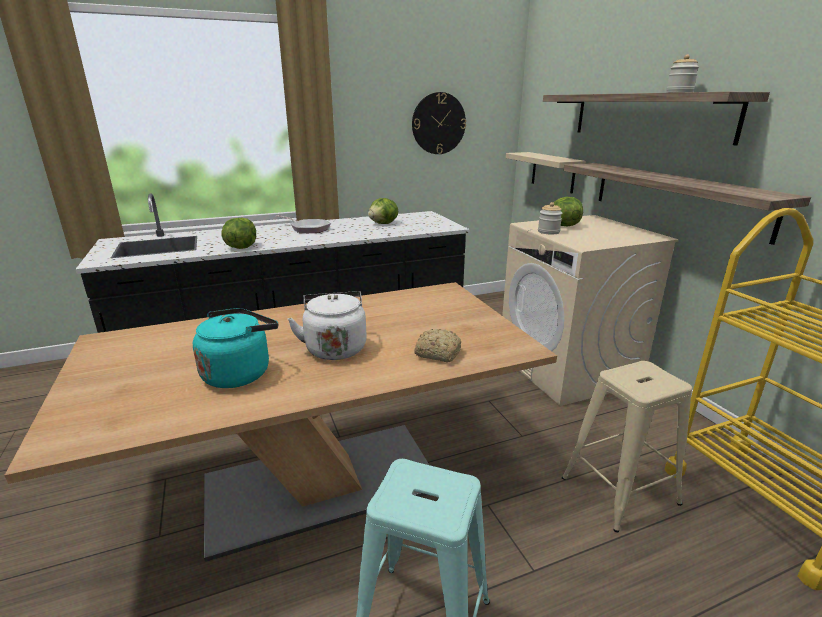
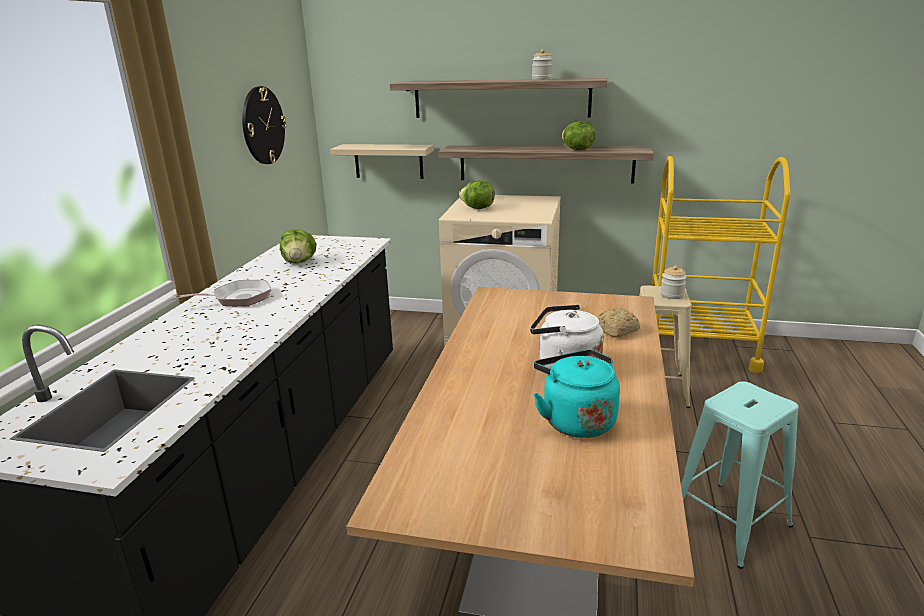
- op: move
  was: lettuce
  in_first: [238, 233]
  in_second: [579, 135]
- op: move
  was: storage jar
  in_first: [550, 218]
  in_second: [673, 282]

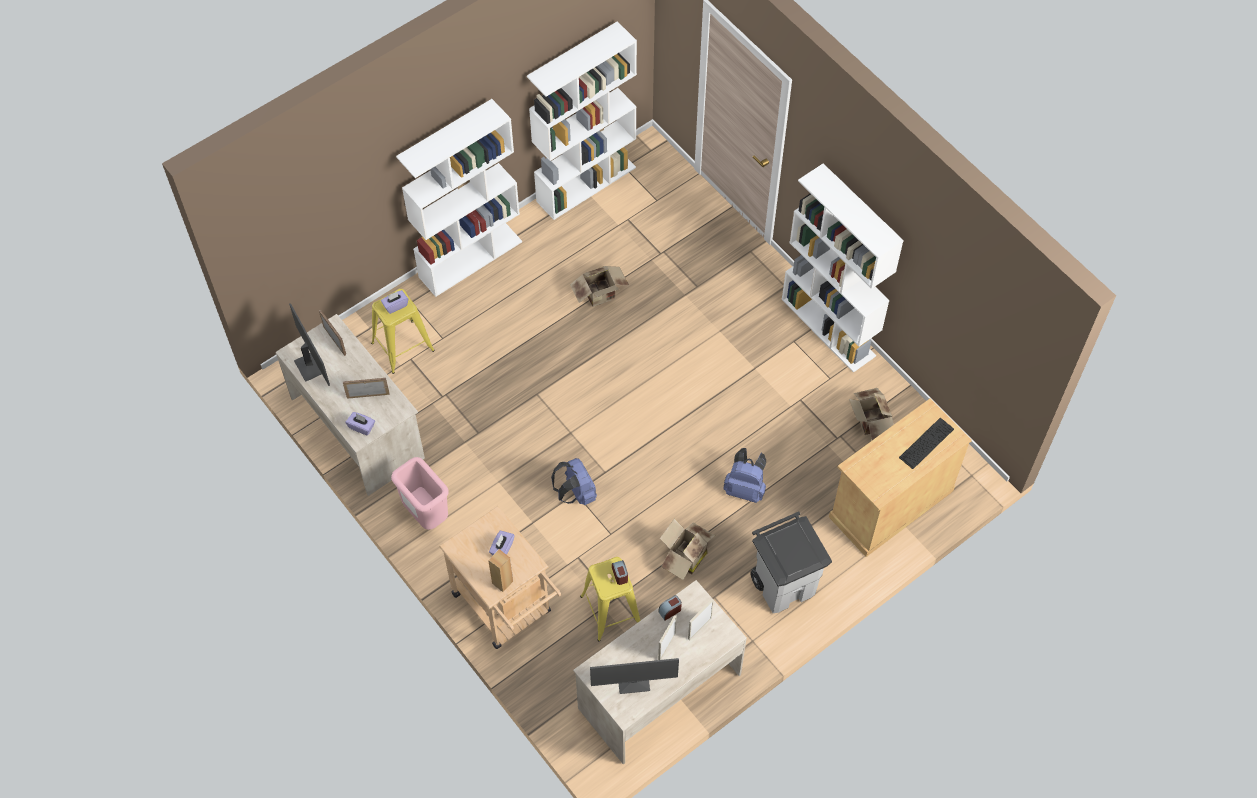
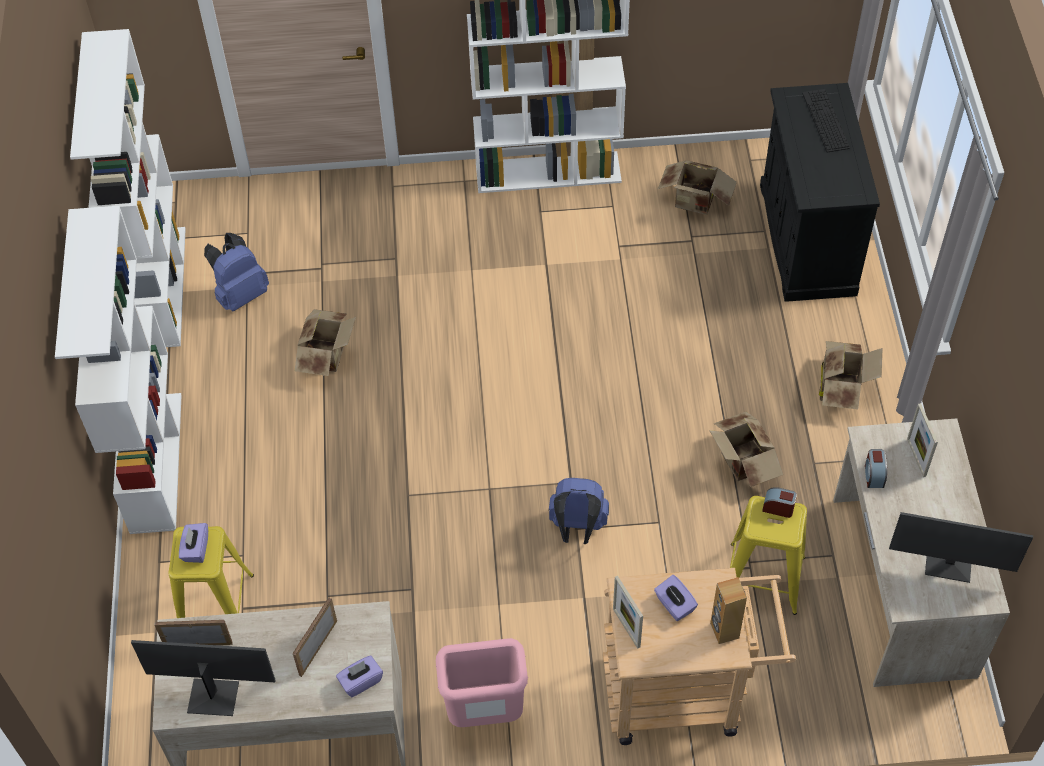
- op: move
  was: picture frame
  in_first: [667, 637]
  in_second: [628, 612]
- op: move
  was: bluish backpack
  in_first: [744, 475]
  in_second: [236, 272]
- op: replace
  was: gray rubbish bin
  now: packing box
  in_first: [791, 562]
  in_second: [851, 375]
- op: recolor
  was: beige-coloured storage cabinet
  now: black storage cabinet
  in_first: [900, 477]
  in_second: [820, 192]
- op: rotate
  was: computer display
  in_first: [634, 676]
  in_second: [961, 547]
  clockwise: 75

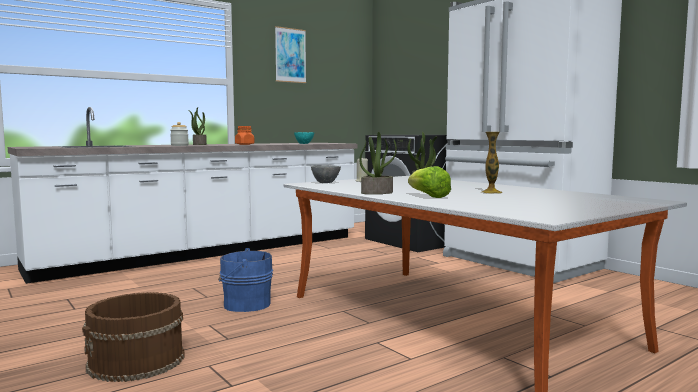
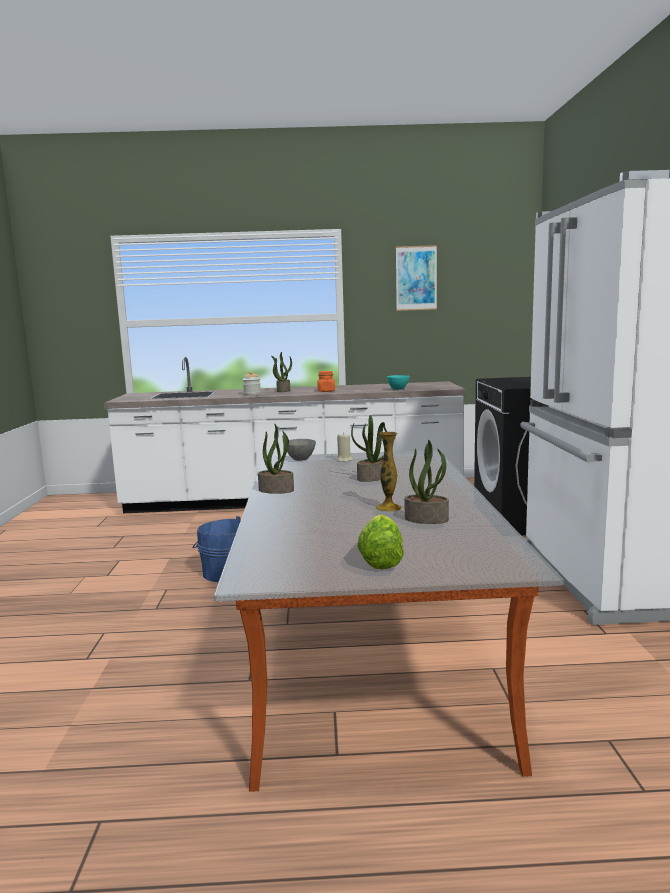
- op: delete
  was: brownish water bucket
  in_first: [133, 337]
- op: insert
  now: houseplant
  in_second: [426, 482]
- op: move
  was: lettuce
  in_first: [429, 182]
  in_second: [380, 542]

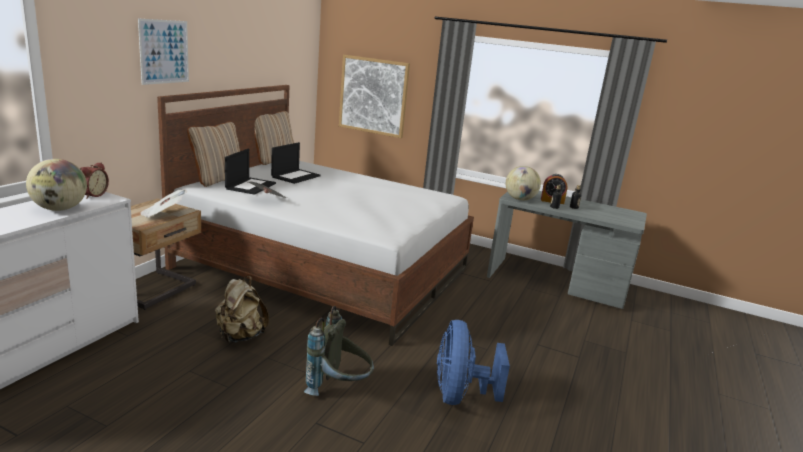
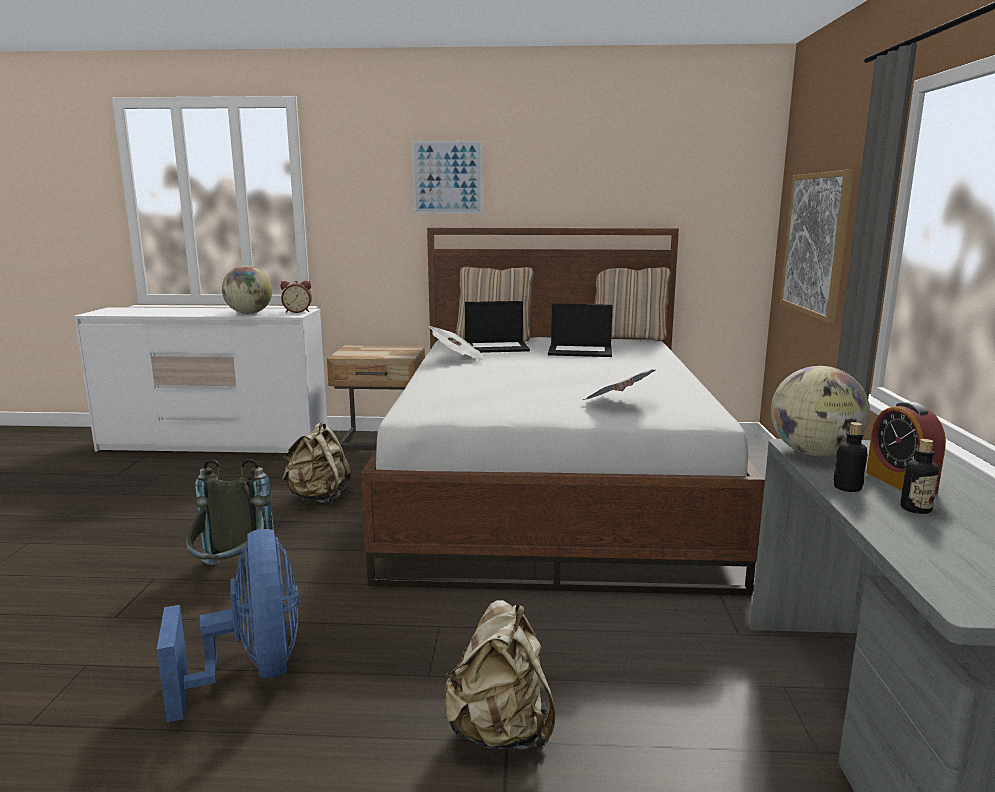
- op: insert
  now: beige-coloured backpack
  in_second: [500, 675]
- op: move
  was: newspaper
  in_first: [163, 204]
  in_second: [619, 384]
- op: rotate
  was: bluish cooling fan
  in_first: [473, 362]
  in_second: [228, 625]
  clockwise: 90

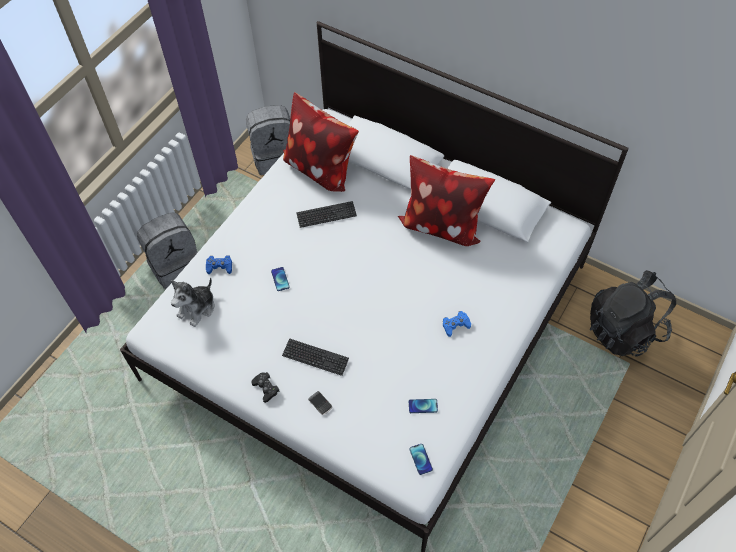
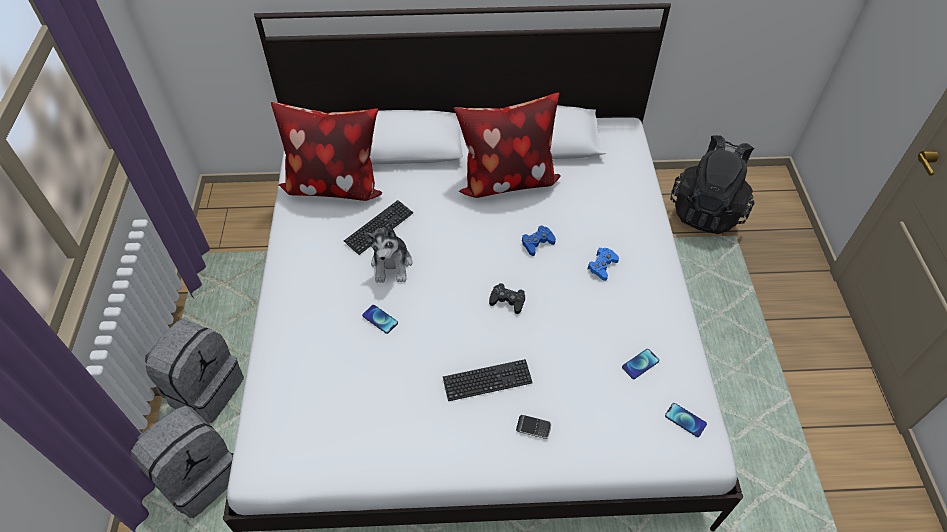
- op: move
  was: soft toy
  in_first: [192, 302]
  in_second: [388, 253]
- op: move
  was: bluish gamepad
  in_first: [219, 264]
  in_second: [539, 240]
- op: move
  was: gray backpack
  in_first: [268, 140]
  in_second: [182, 462]
- op: move
  was: black gamepad
  in_first: [265, 387]
  in_second: [507, 298]

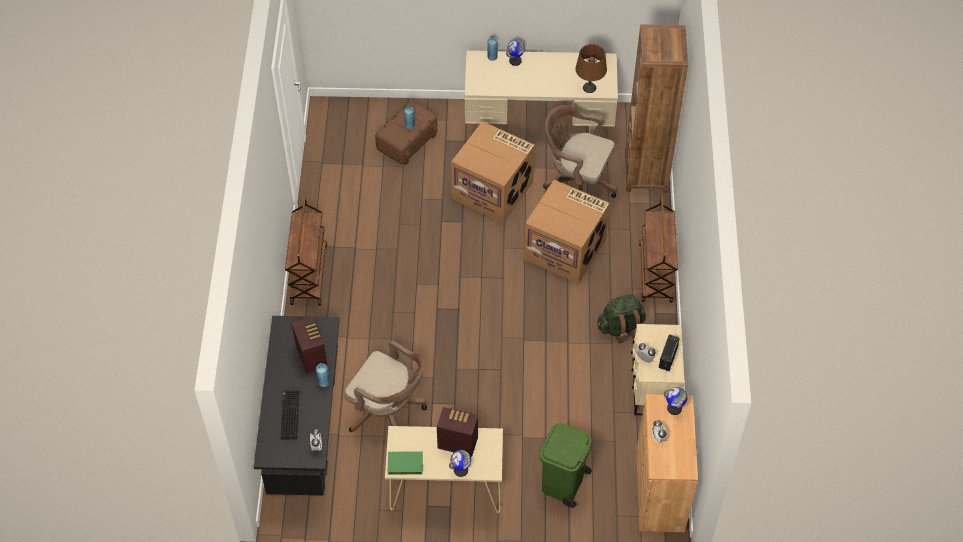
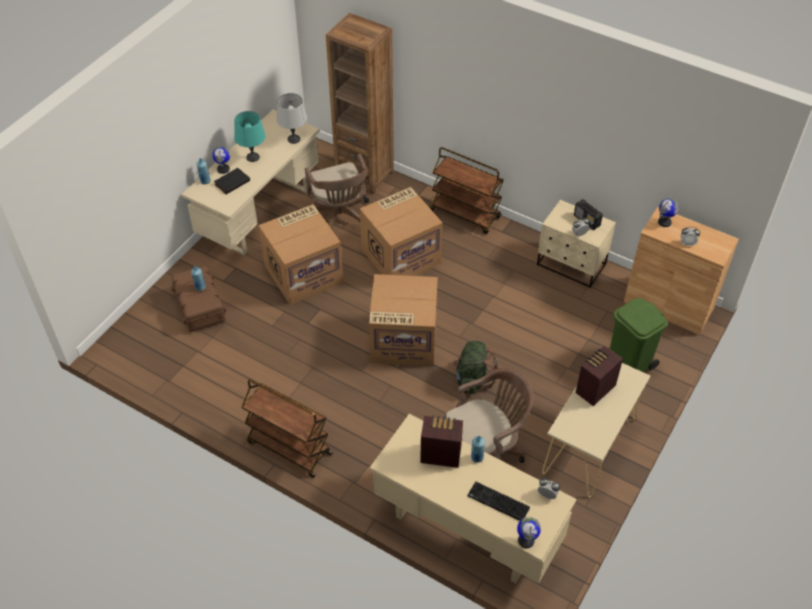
- op: delete
  was: green-coloured bound book
  in_first: [405, 463]
- op: insert
  now: black bound book
  in_second: [232, 181]
- op: insert
  now: turquoise tabletop lamp
  in_second: [249, 136]
- op: insert
  now: packing box
  in_second: [403, 320]
- op: move
  was: globe
  in_first: [460, 463]
  in_second: [529, 532]
- op: move
  was: green-coloured backpack
  in_first: [621, 319]
  in_second: [475, 367]
- op: recolor
  was: black desk table
  now: beige-coloured desk table
  in_first: [297, 406]
  in_second: [473, 499]
- op: recolor
  was: brownish tabletop lamp
  now: gray tabletop lamp
  in_first: [591, 68]
  in_second: [291, 118]
- op: rotate
  was: brownish computer chair
  in_first: [580, 151]
  in_second: [337, 191]
  clockwise: -75

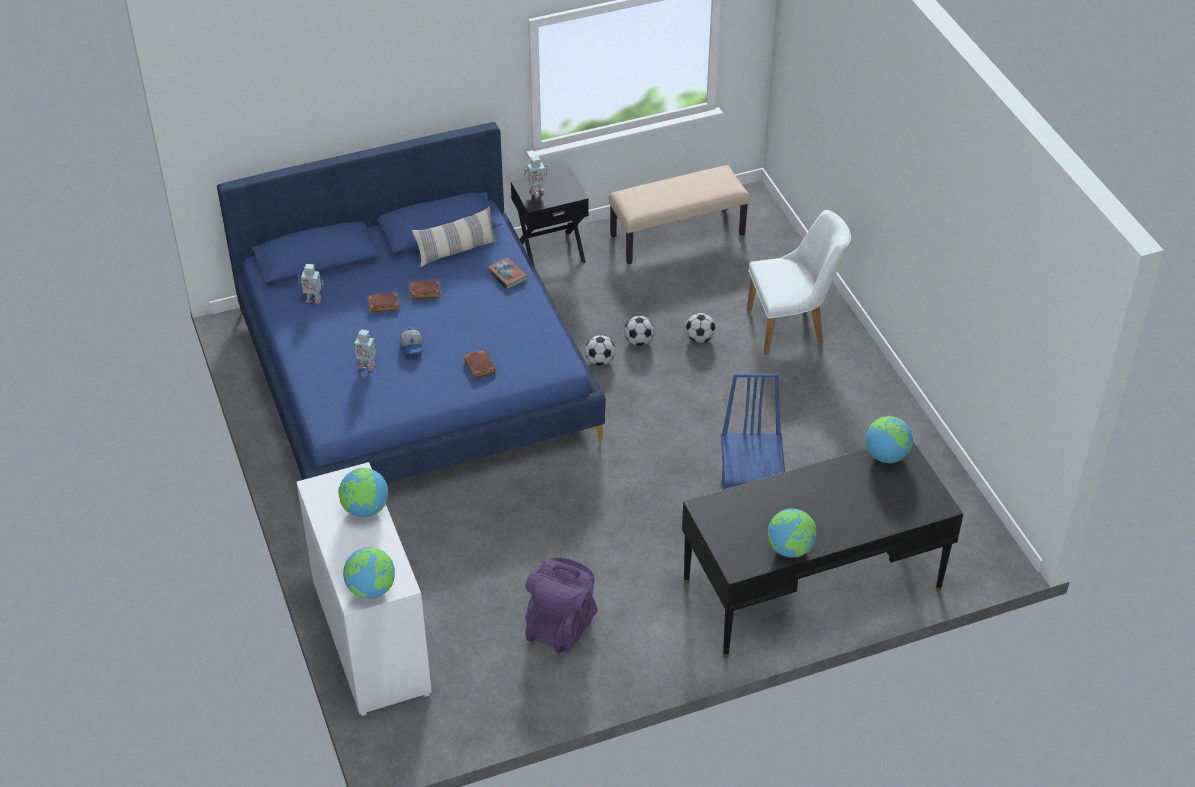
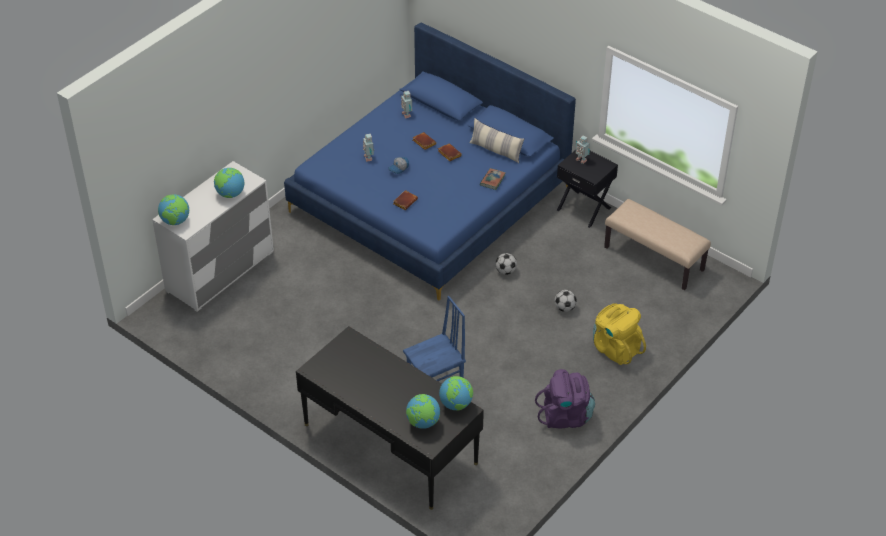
- op: delete
  was: football ball
  in_first: [639, 331]
- op: move
  was: purple-coloured backpack
  in_first: [561, 605]
  in_second: [565, 398]
- op: move
  was: globe
  in_first: [792, 533]
  in_second: [423, 411]
- op: replace
  was: whitish upright chair
  now: yellow backpack
  in_first: [799, 282]
  in_second: [619, 334]

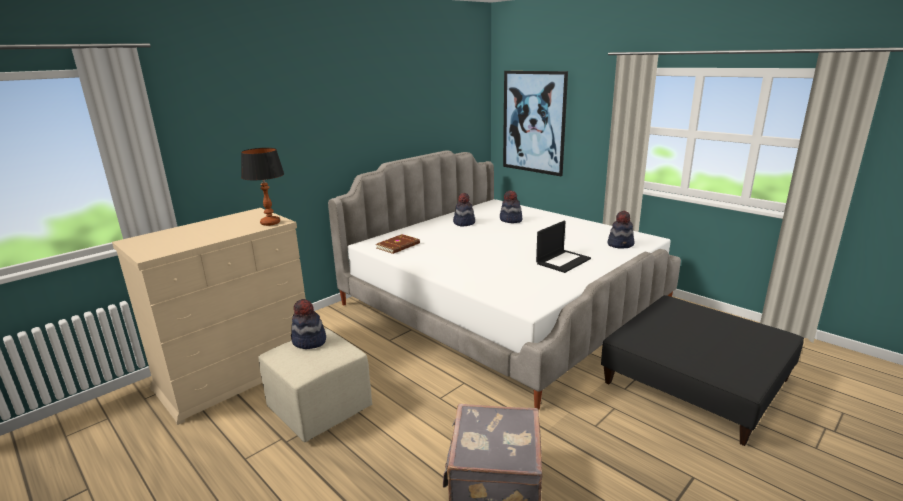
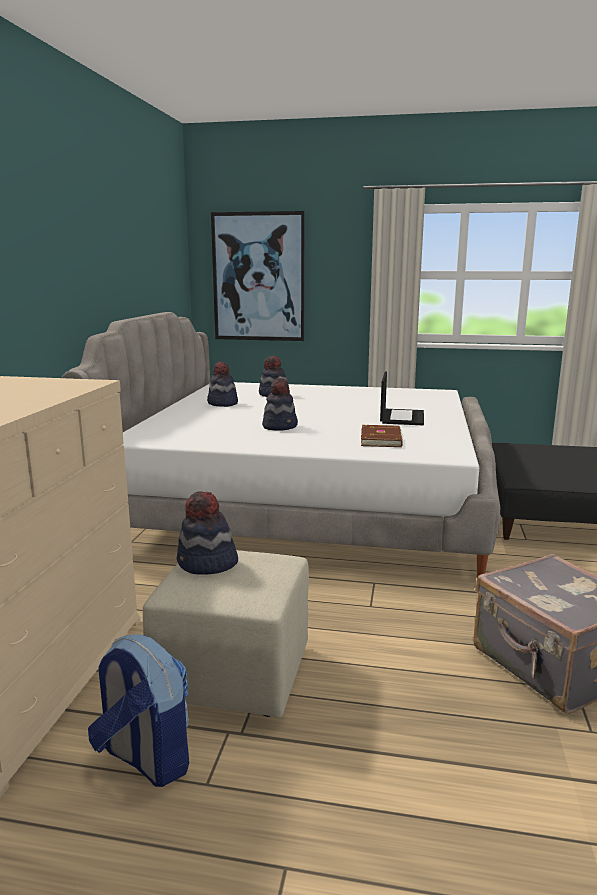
- op: delete
  was: tabletop lamp
  in_first: [262, 187]
- op: insert
  now: backpack
  in_second: [138, 710]
- op: move
  was: brownish bound book
  in_first: [398, 244]
  in_second: [382, 436]
- op: move
  was: clothing hat
  in_first: [621, 230]
  in_second: [280, 404]

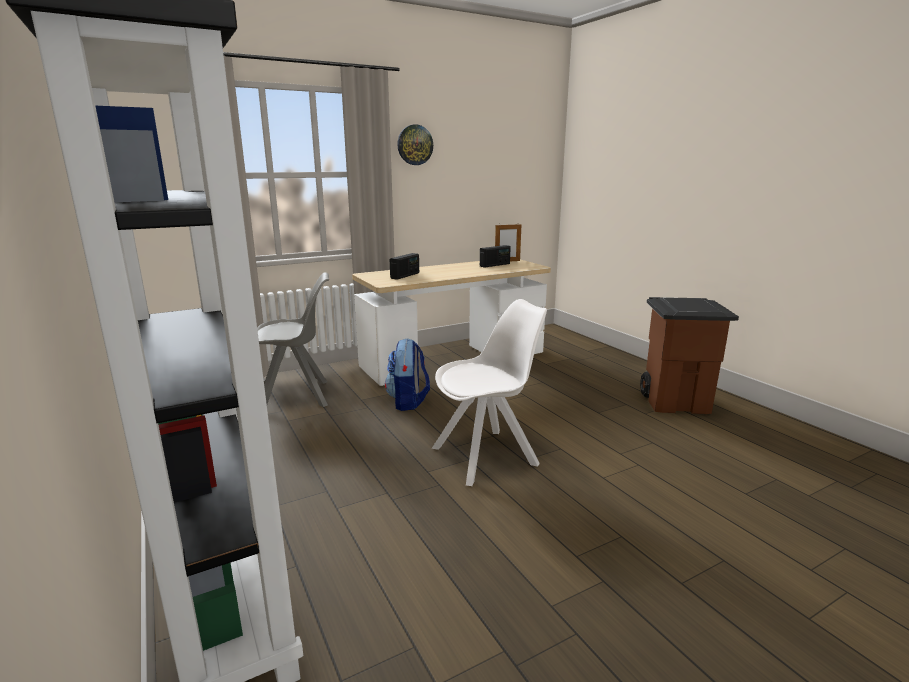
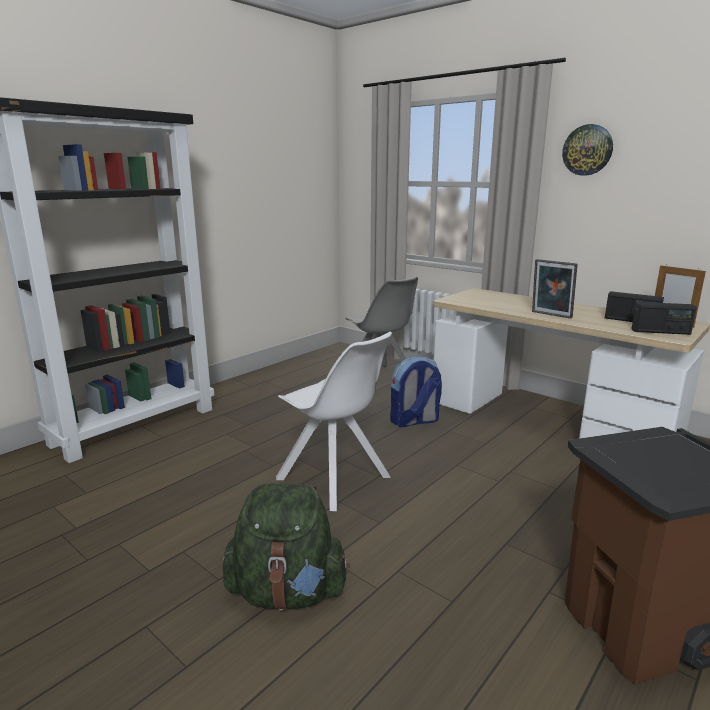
- op: insert
  now: green-coloured backpack
  in_second: [286, 546]
- op: insert
  now: picture frame
  in_second: [555, 289]
- op: move
  was: radio
  in_first: [404, 266]
  in_second: [664, 318]

